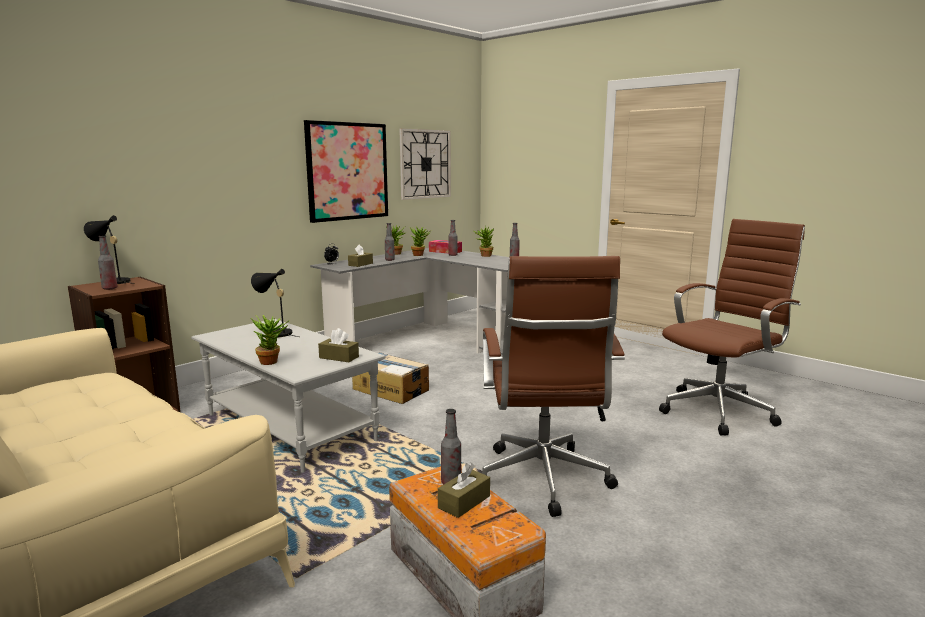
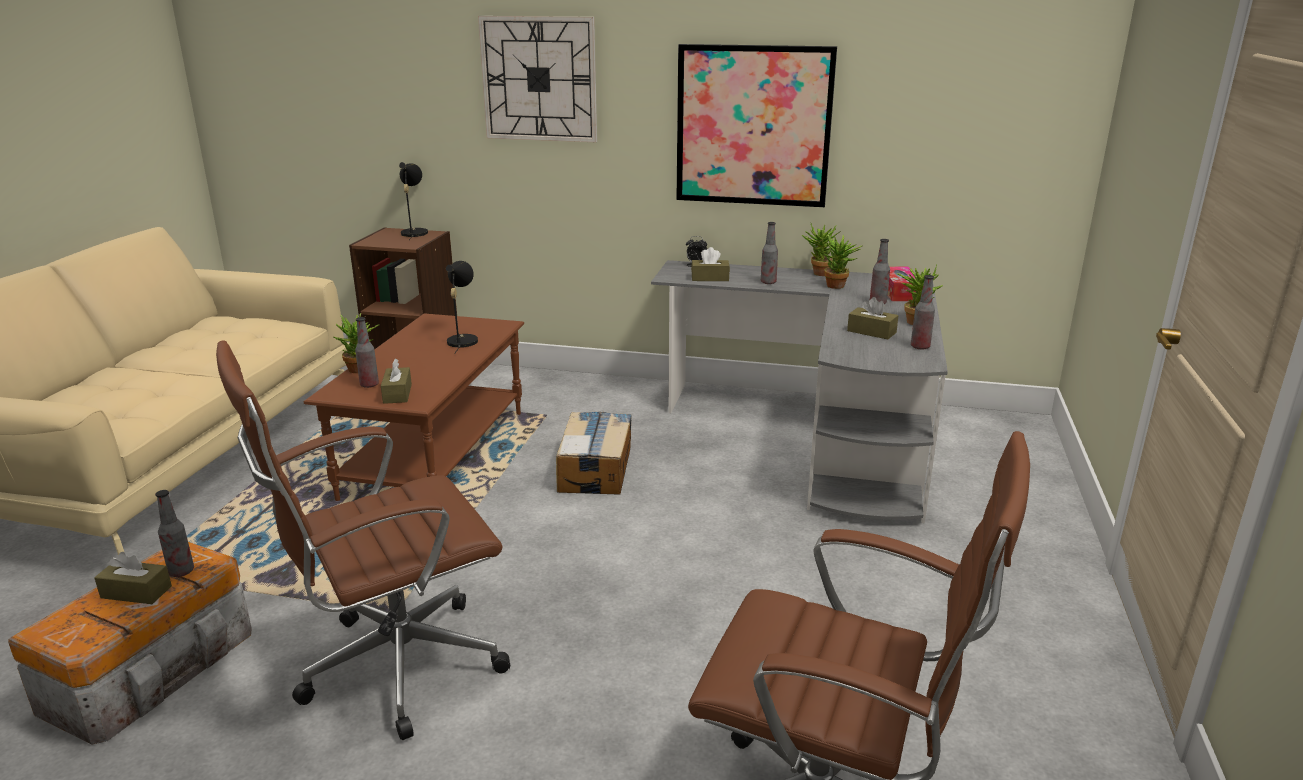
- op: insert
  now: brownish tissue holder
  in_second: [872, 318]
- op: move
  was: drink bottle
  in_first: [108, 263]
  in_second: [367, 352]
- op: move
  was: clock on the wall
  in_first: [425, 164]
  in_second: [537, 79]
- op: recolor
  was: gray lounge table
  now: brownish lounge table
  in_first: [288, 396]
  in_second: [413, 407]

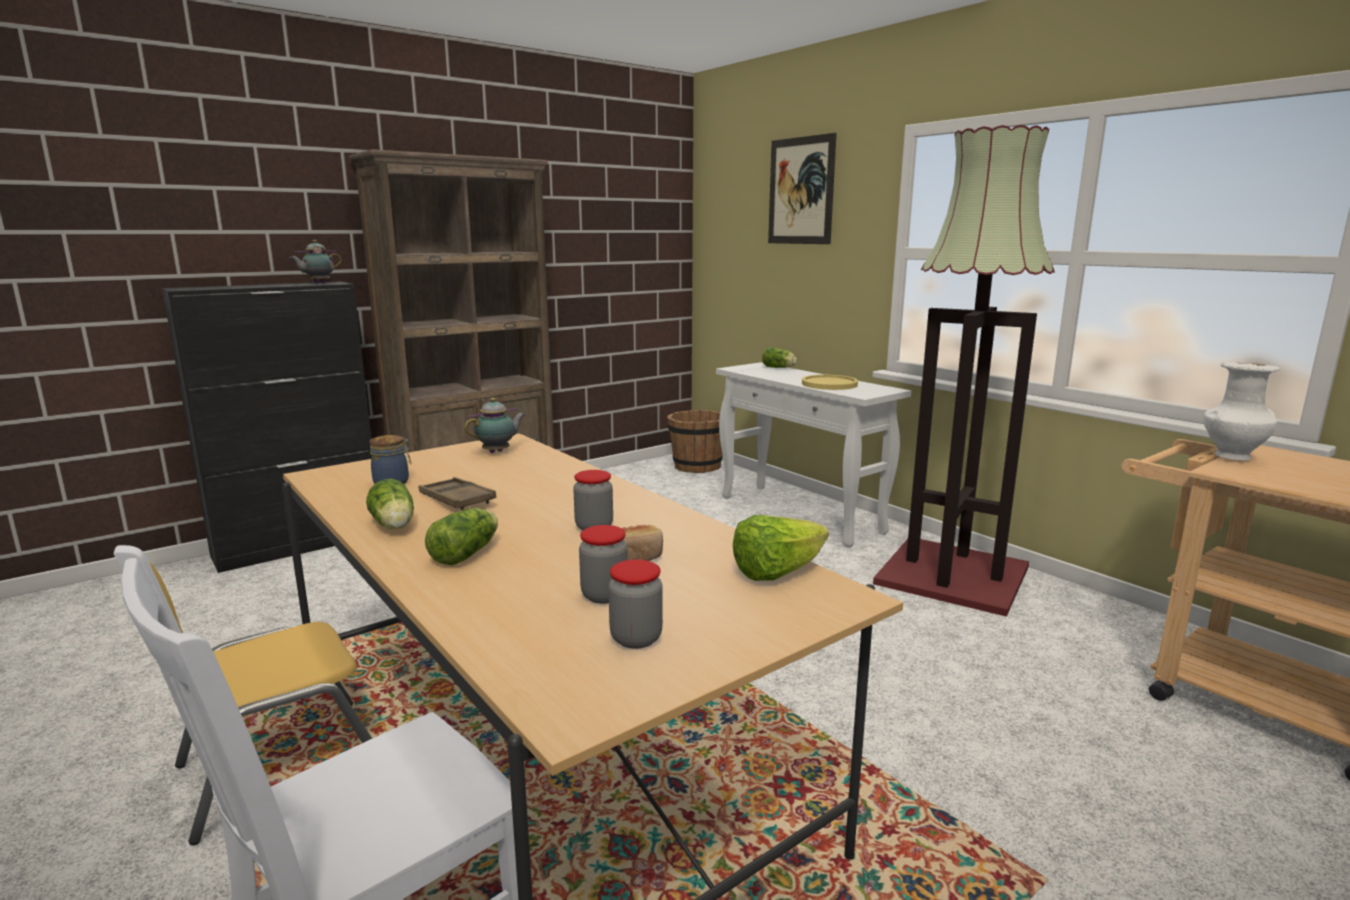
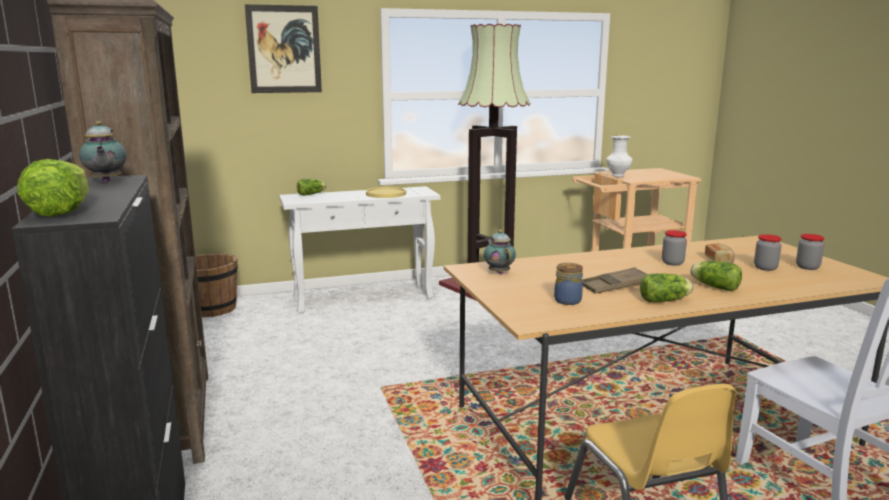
- op: move
  was: lettuce
  in_first: [781, 548]
  in_second: [53, 188]

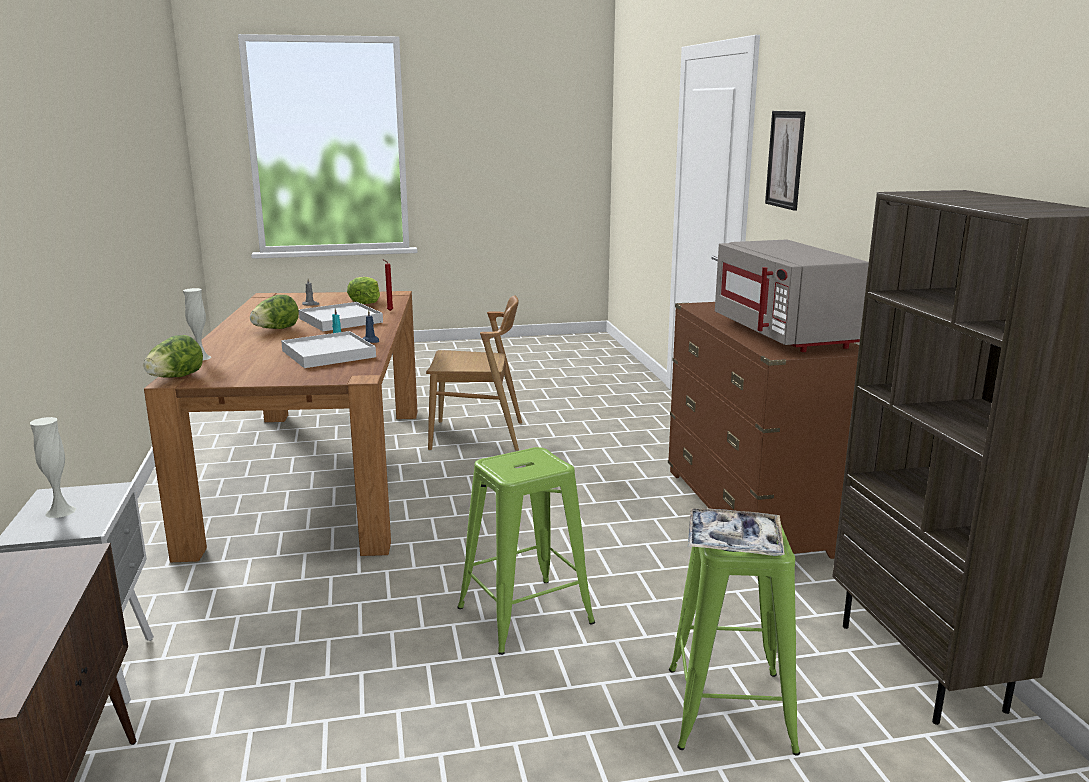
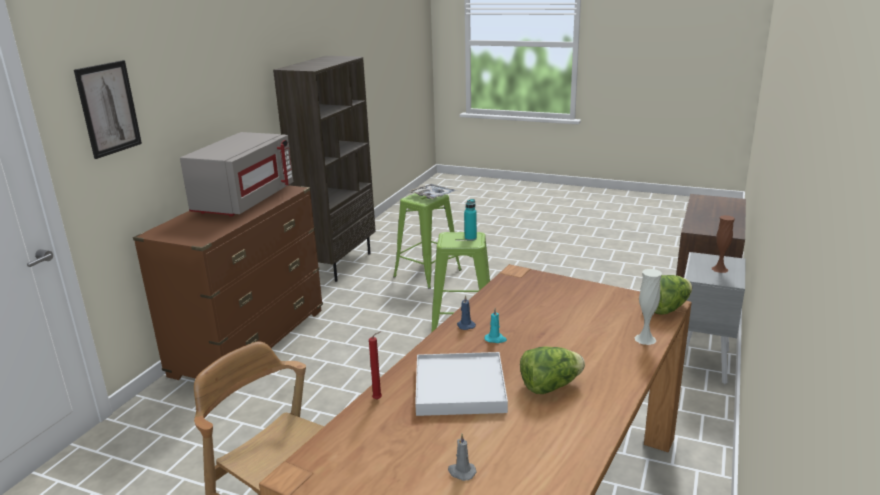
- op: delete
  was: whitish serving tray
  in_first: [328, 349]
- op: delete
  was: lettuce
  in_first: [363, 290]
- op: insert
  now: turquoise drink bottle
  in_second: [470, 220]
- op: recolor
  was: whitish flower vase
  now: brownish flower vase
  in_first: [53, 467]
  in_second: [723, 244]

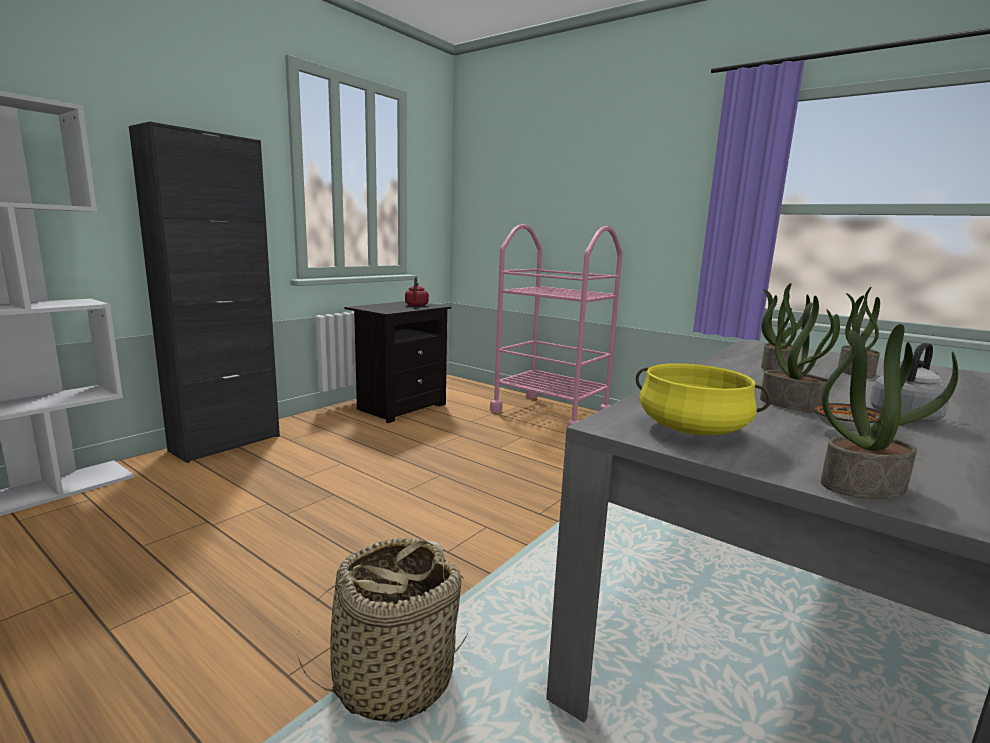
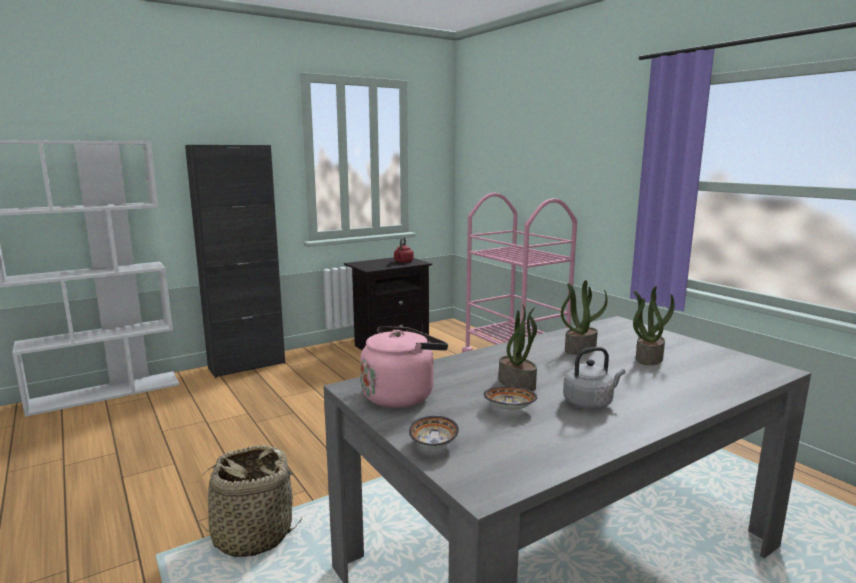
- op: replace
  was: yellow saucepot
  now: pink water kettle
  in_first: [703, 399]
  in_second: [404, 367]
- op: replace
  was: houseplant
  now: serving bowl
  in_first: [889, 411]
  in_second: [434, 432]

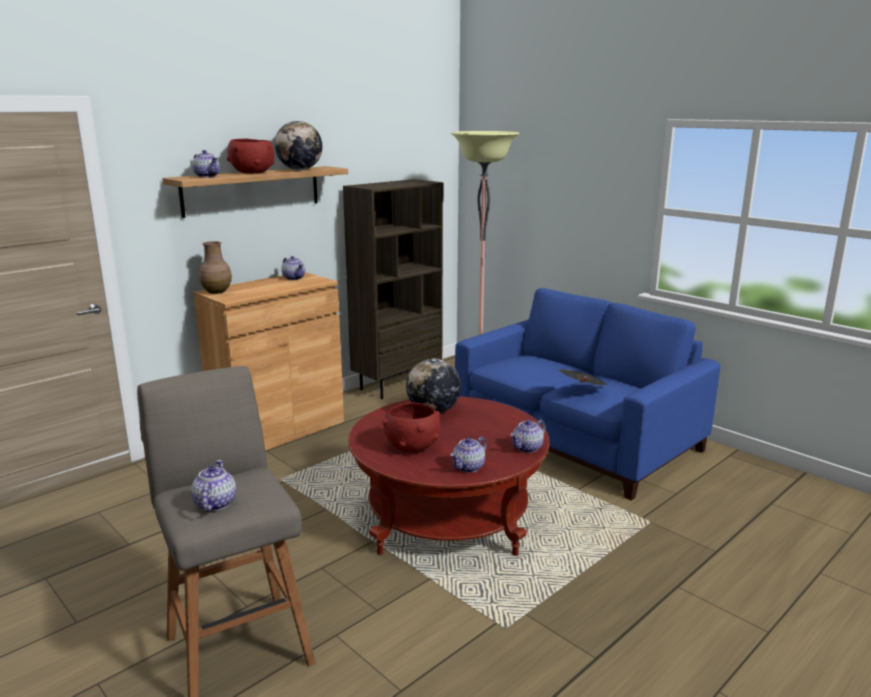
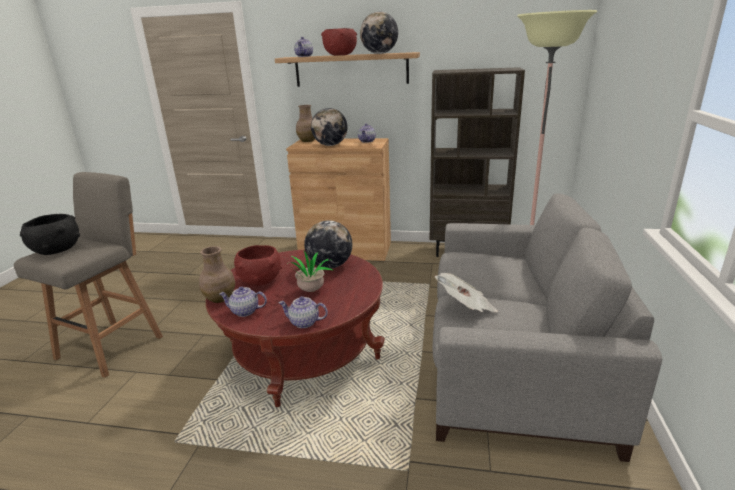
- op: insert
  now: brownish flower vase
  in_second: [217, 274]
- op: insert
  now: houseplant
  in_second: [309, 271]
- op: insert
  now: globe
  in_second: [329, 127]
- op: replace
  was: pot for tea
  now: black serving bowl
  in_first: [213, 485]
  in_second: [50, 234]
- op: recolor
  was: bluish settee
  now: gray settee
  in_first: [588, 394]
  in_second: [547, 327]

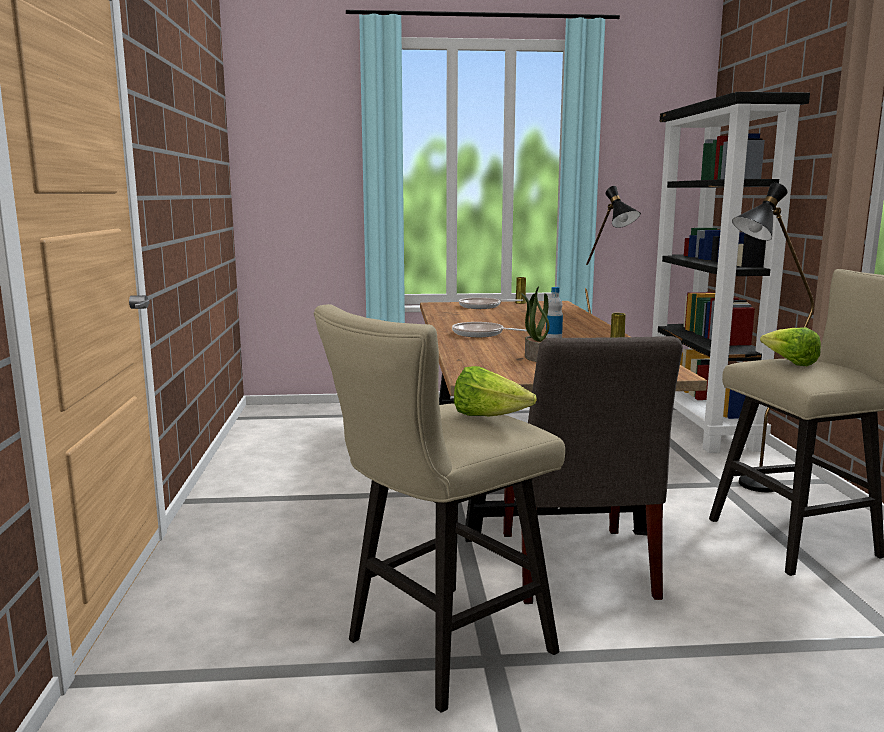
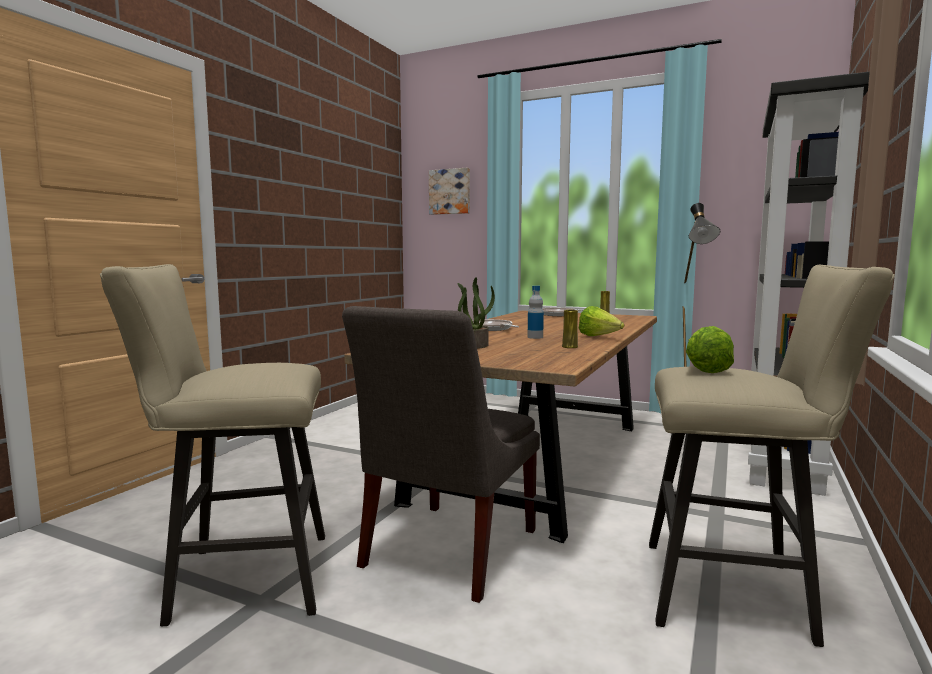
- op: delete
  was: black standing lamp
  in_first: [773, 337]
- op: insert
  now: wall art
  in_second: [449, 191]
- op: move
  was: lettuce
  in_first: [495, 391]
  in_second: [601, 321]

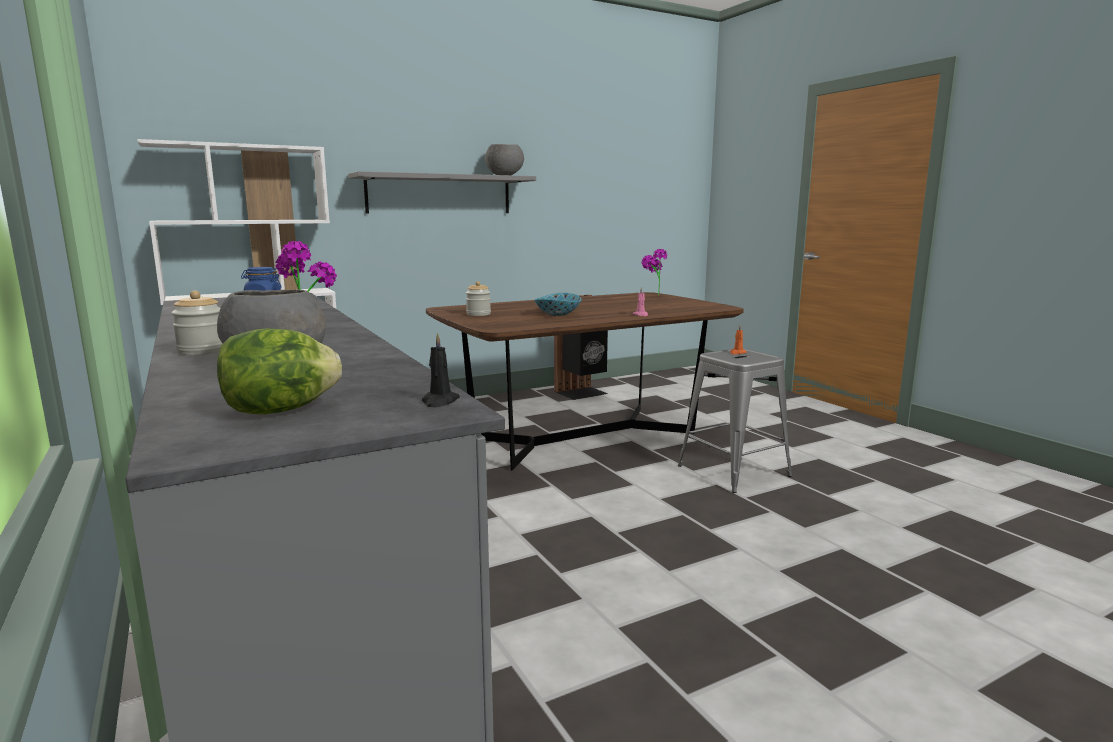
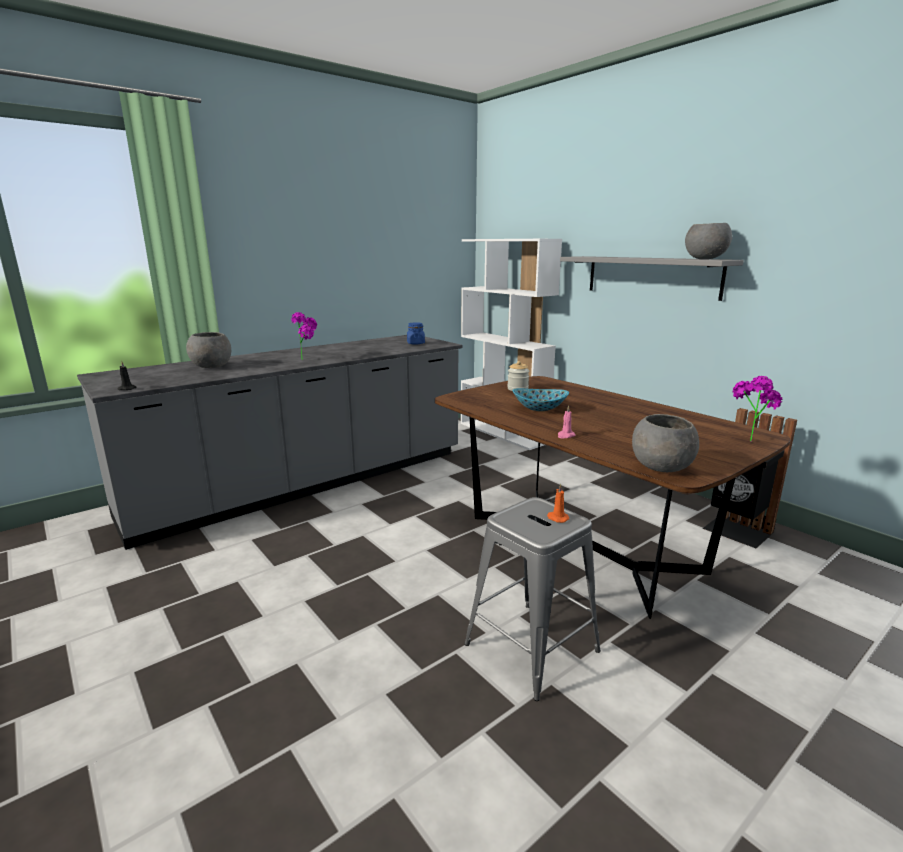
- op: delete
  was: storage jar
  in_first: [196, 323]
- op: delete
  was: lettuce
  in_first: [279, 371]
- op: insert
  now: gray serving bowl
  in_second: [665, 443]

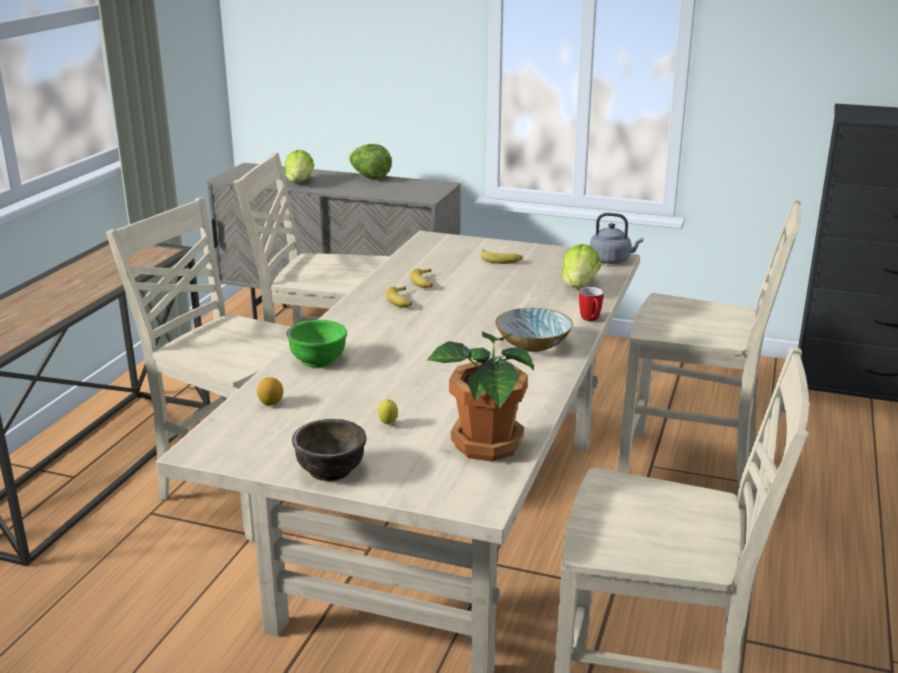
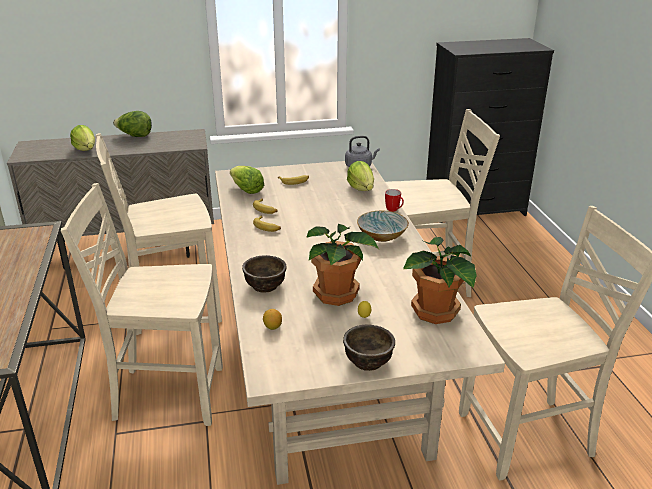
- op: insert
  now: lettuce
  in_second: [247, 180]
- op: insert
  now: houseplant
  in_second: [342, 265]
- op: recolor
  was: green-coloured serving bowl
  now: brownish serving bowl
  in_first: [317, 343]
  in_second: [264, 274]

